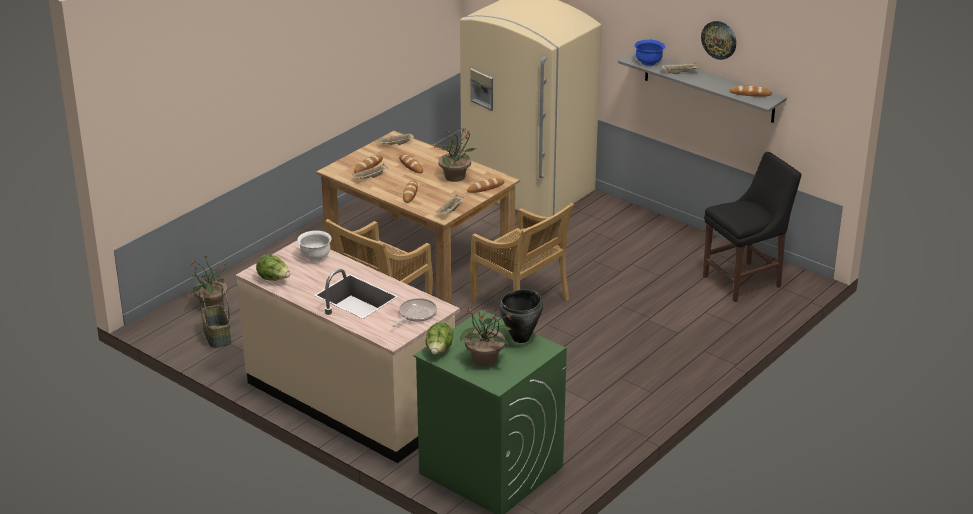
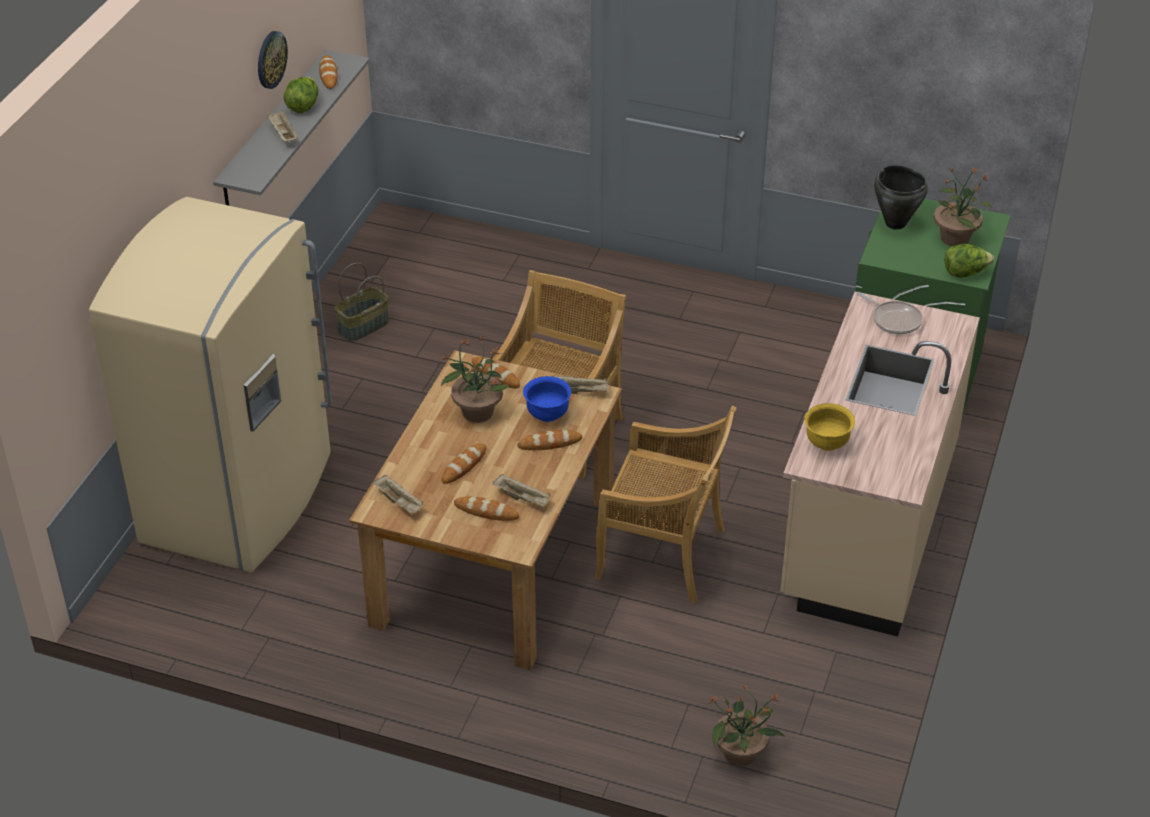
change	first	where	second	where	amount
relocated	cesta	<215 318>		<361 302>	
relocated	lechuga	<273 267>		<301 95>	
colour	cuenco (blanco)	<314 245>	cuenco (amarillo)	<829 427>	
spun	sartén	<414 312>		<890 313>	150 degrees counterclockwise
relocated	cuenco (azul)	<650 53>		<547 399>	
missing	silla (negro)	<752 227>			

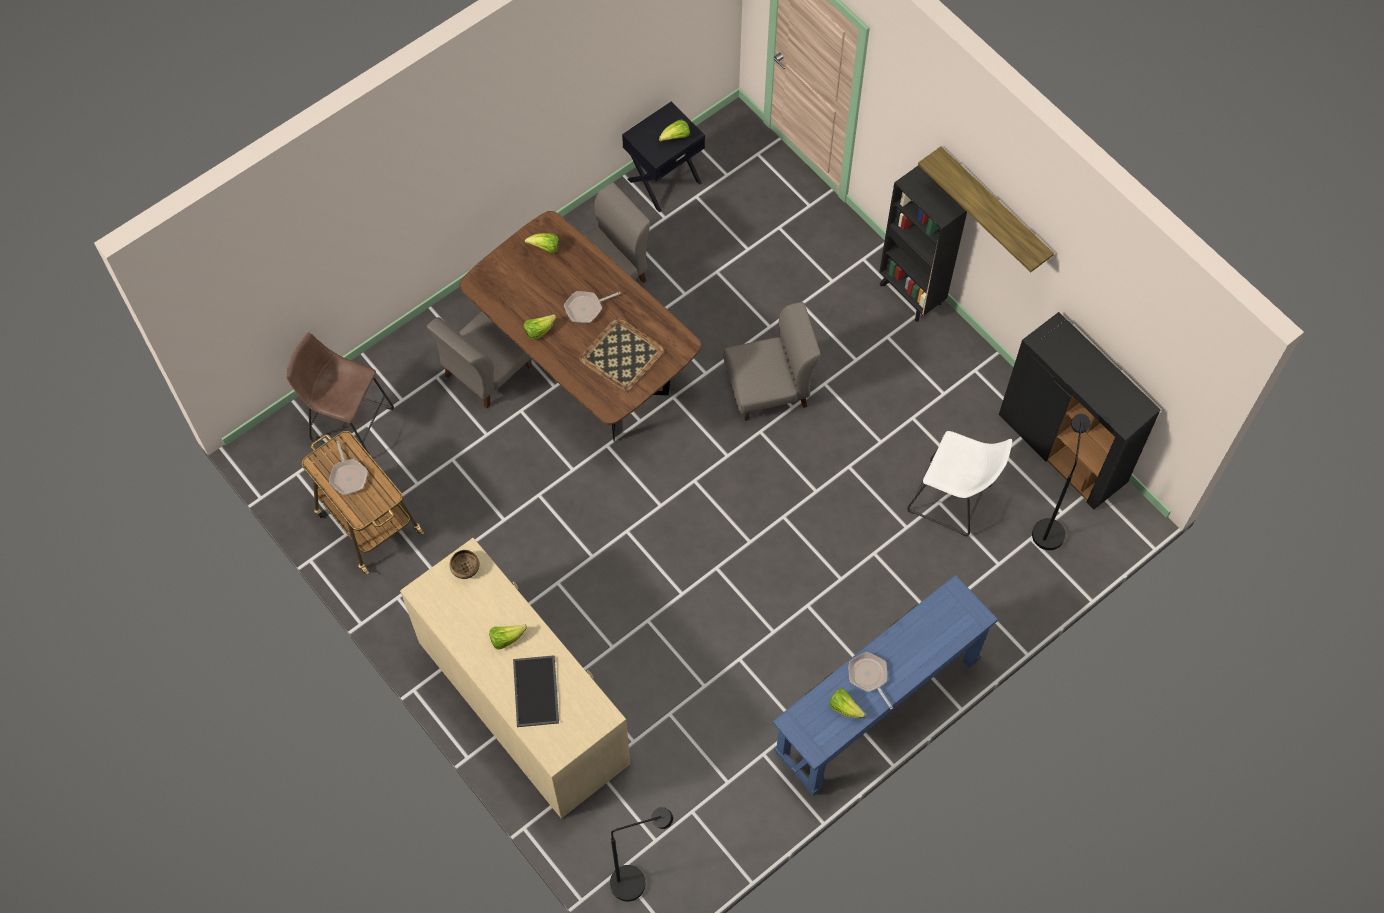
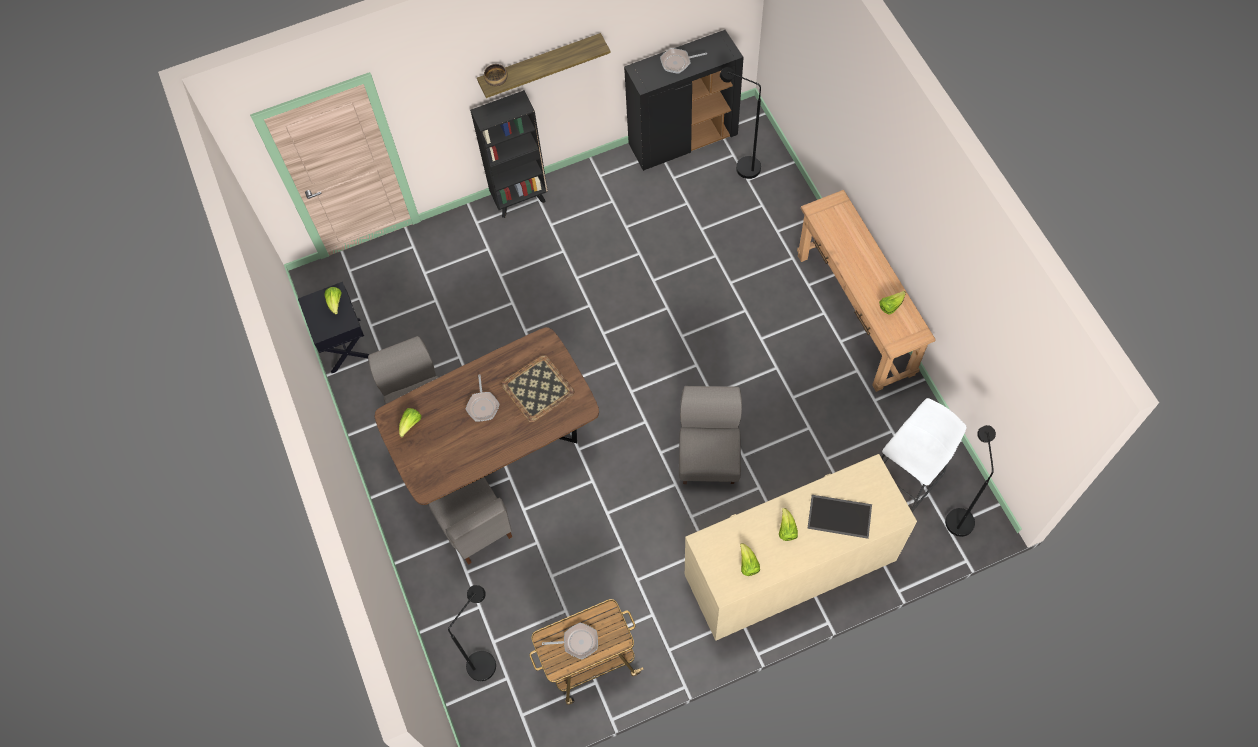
change	first	where	second	where	amount
exchanged	taburete (marrón)	<340 393>	lámpara de pie (negro)	<472 633>	
relocated	cuenco	<465 564>		<496 75>	
relocated	lechuga	<540 327>		<750 559>	
relocated	silla (gris)	<772 361>		<710 435>	
colour	mesa consola (azul)	<885 685>	mesa consola (marrón)	<866 291>	
relocated	sartén	<871 680>		<683 61>	
relocated	taburete (blanco)	<959 484>		<924 455>	

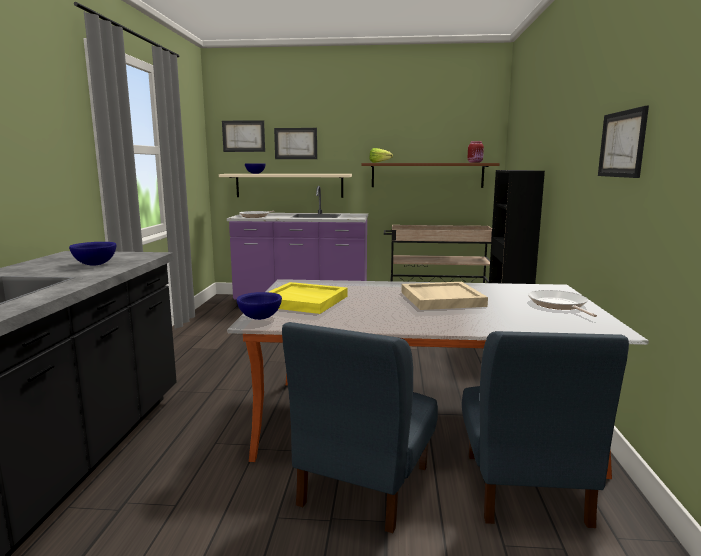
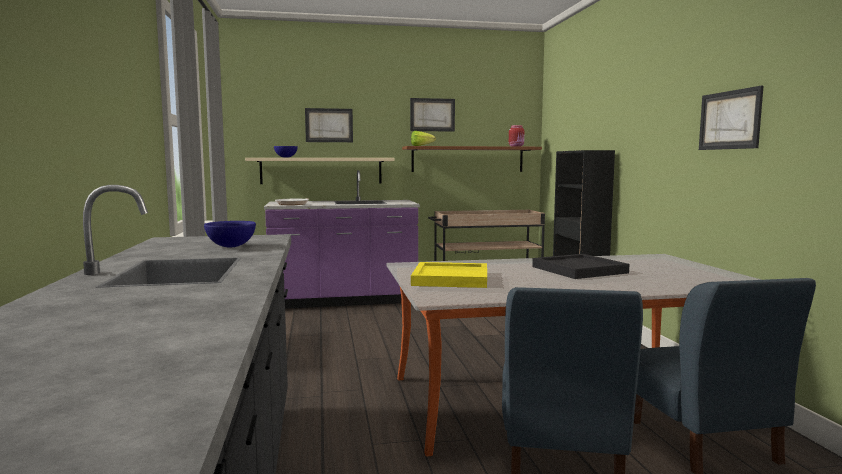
change	first	where	second	where	amount
relocated	cuadro	<243 136>		<432 115>	
missing	cuenco (azul)	<259 306>			
colour	bandeja (beis)	<444 296>	bandeja (negro)	<581 266>	
missing	sartén	<562 303>			

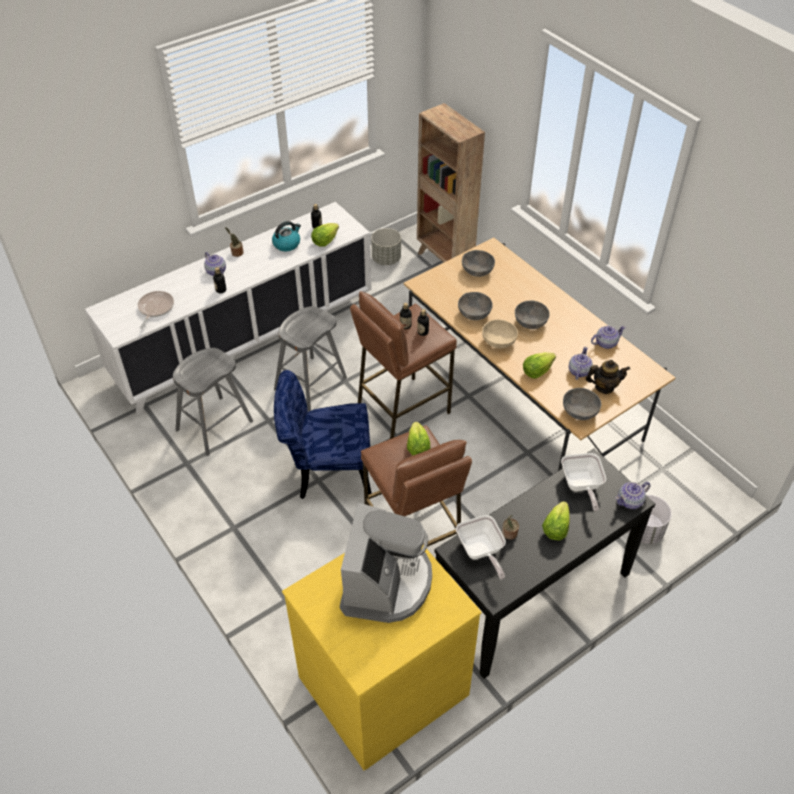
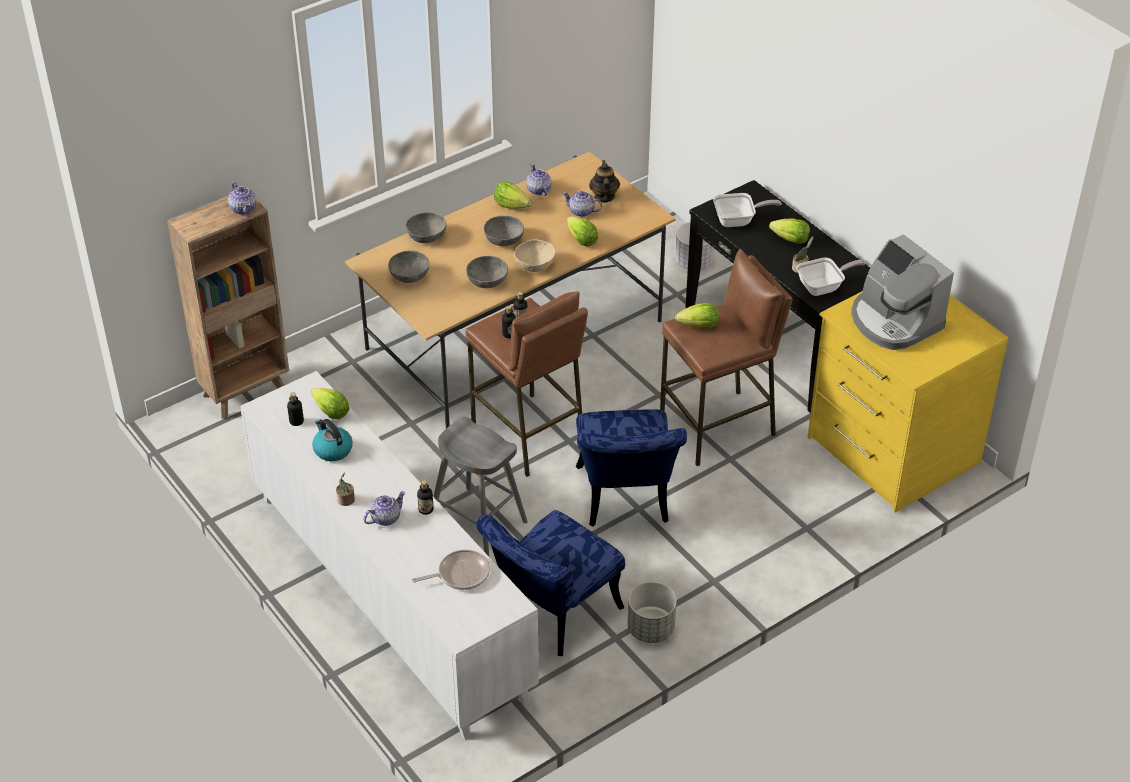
change	first	where	second	where	amount
spun	sartén	<156 310>		<451 570>	150 degrees clockwise
exchanged	taburete (gris)	<213 402>	silla (azul)	<550 583>	
spun	cafetera	<386 562>		<902 292>	135 degrees counterclockwise
relocated	maceta (gris)	<386 246>		<652 612>	
relocated	cuenco (gris)	<582 404>		<426 227>	
relocated	tetera	<632 495>		<242 198>	
appeared			lechuga	<512 195>	

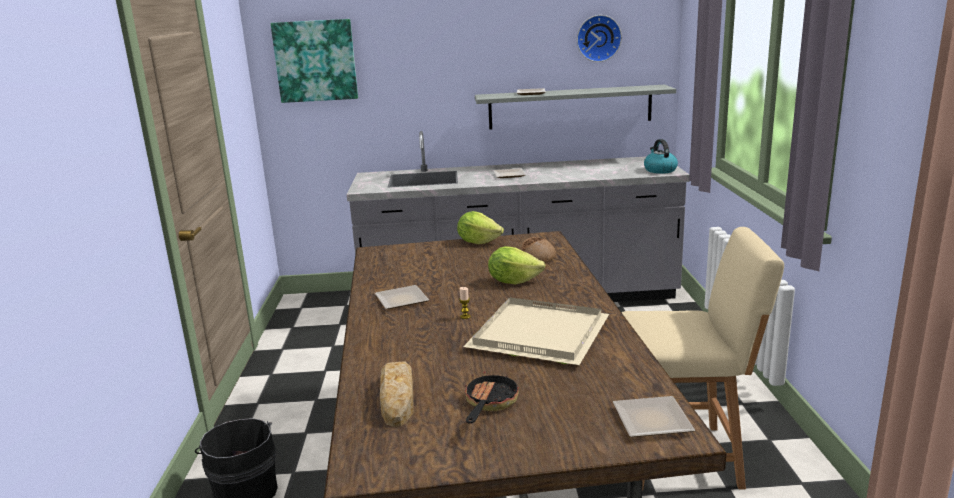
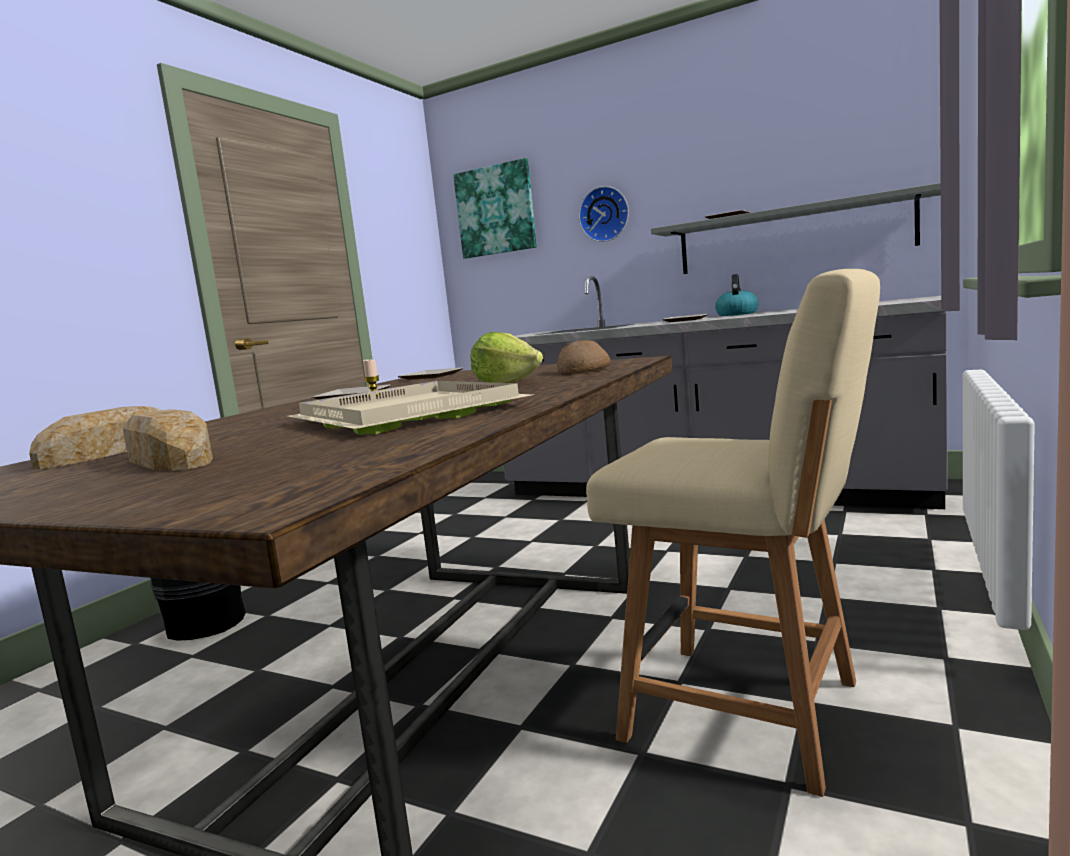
change	first	where	second	where	amount
missing	lechuga	<480 227>			
exchanged	sartén	<492 397>	pan	<168 440>	
relocated	reloj de pared	<599 38>		<604 214>	
relocated	plato	<654 416>		<430 374>	
relocated	hervidor	<661 156>		<737 295>	

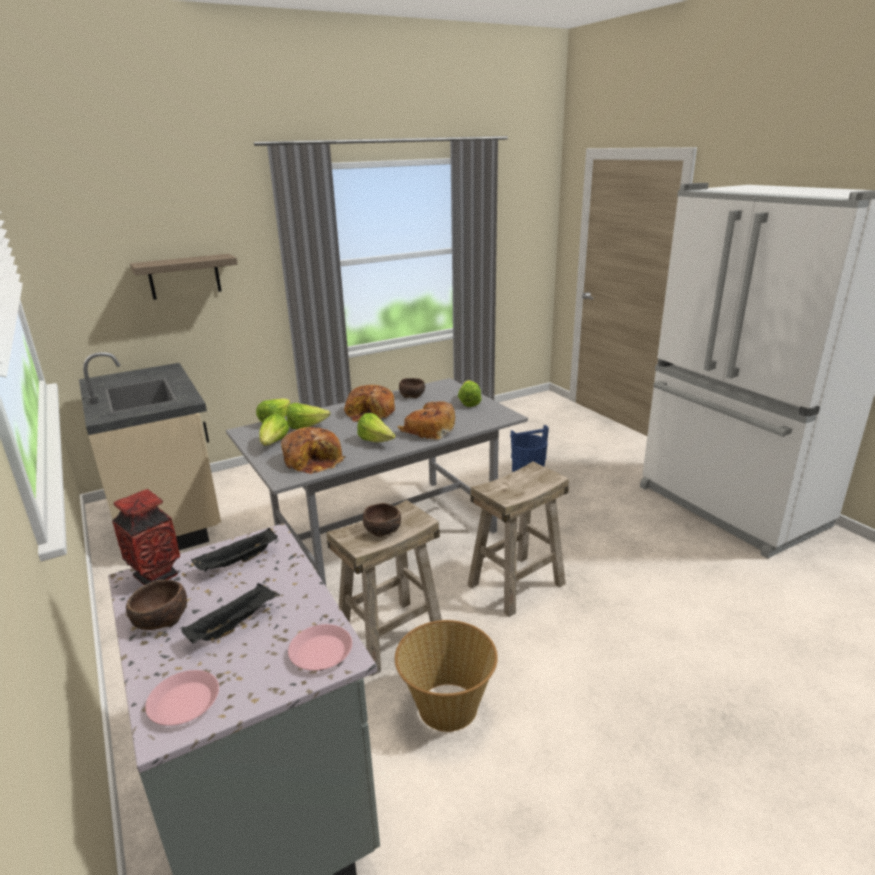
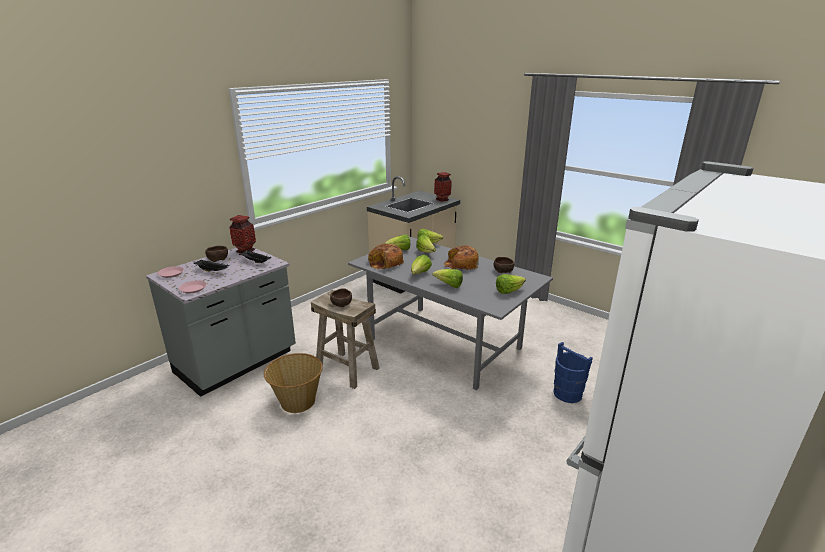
change	first	where	second	where	amount
missing	estante	<184 277>			
exchanged	pan	<426 420>	lechuga	<447 278>	
missing	taburete (beis)	<518 539>			
appeared			florero	<443 187>	

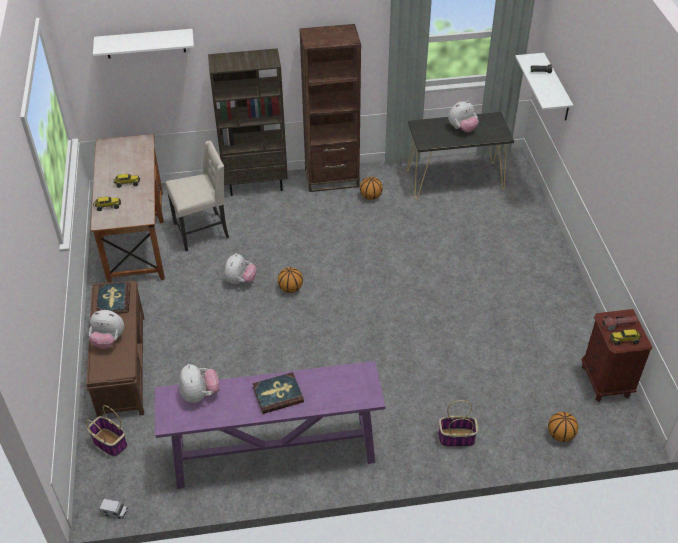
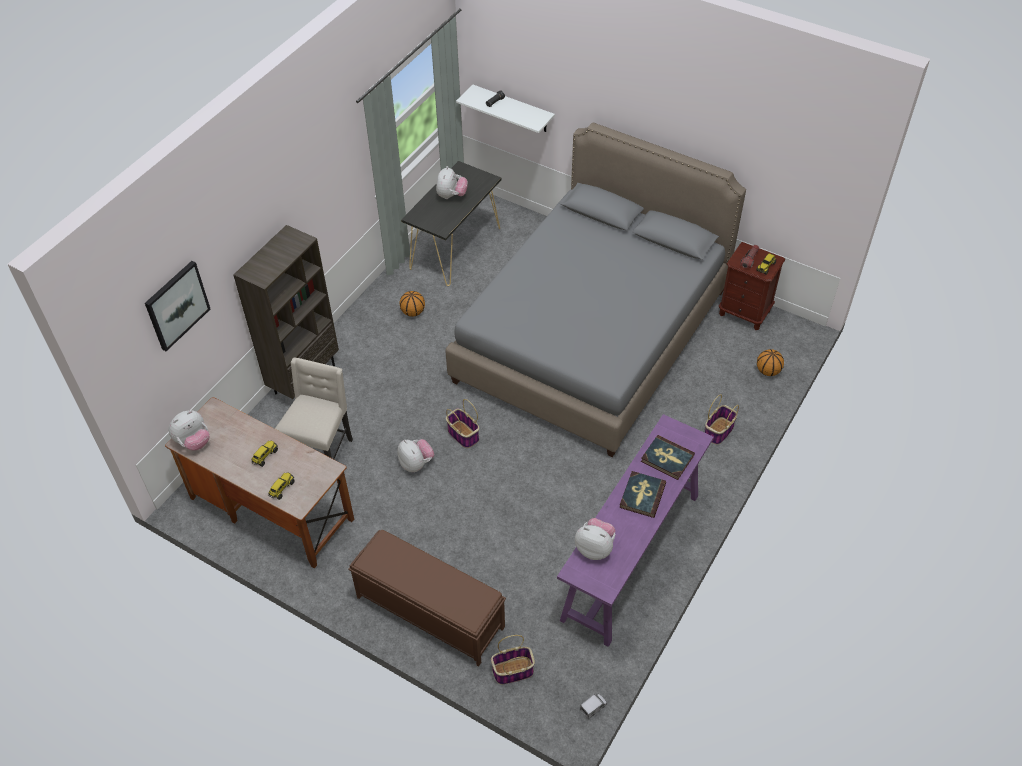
change	first	where	second	where	amount
relocated	peluche	<106 329>		<189 430>	
exchanged	estante (blanco)	<143 44>	cuadro	<177 306>	
relocated	libro	<113 298>		<668 457>	
exchanged	balón de baloncesto	<290 280>	cesta	<462 423>	
missing	estantería (marrón)	<330 108>			
appeared			cama (gris)	<595 289>	

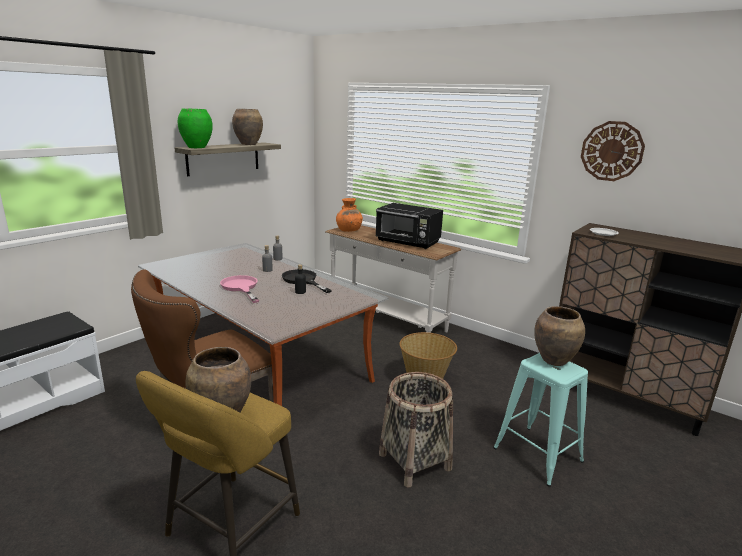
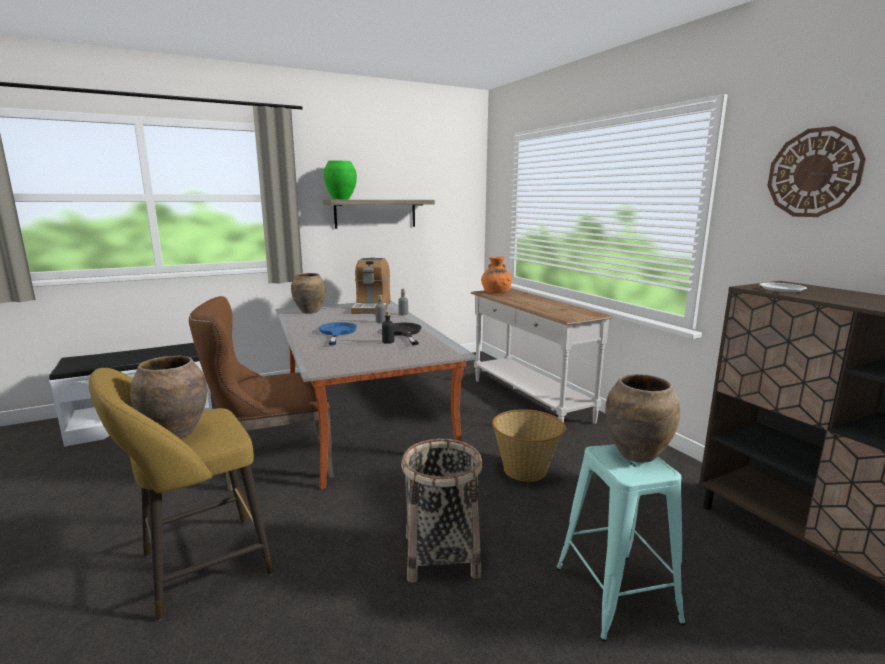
change	first	where	second	where	amount
colour	sartén (rosa)	<239 289>	sartén (azul)	<338 333>	
relocated	florero (marrón)	<247 127>		<308 293>	
missing	microondas (negro)	<409 226>			
appeared			cafetera	<371 285>	

